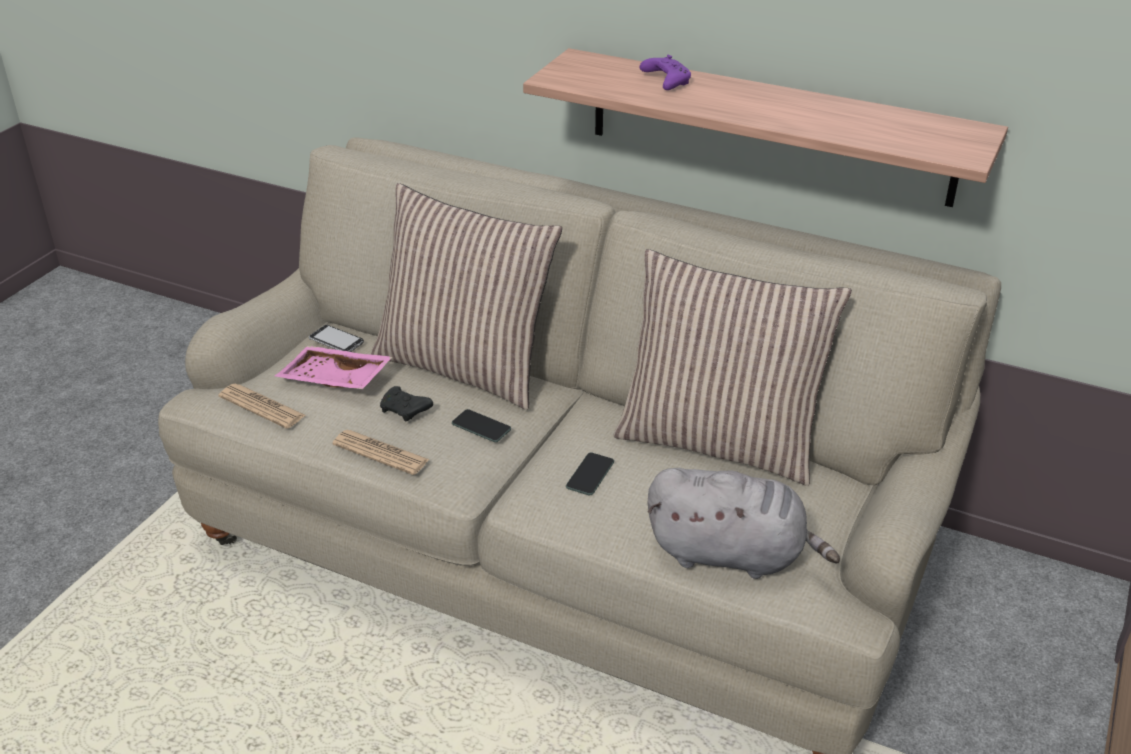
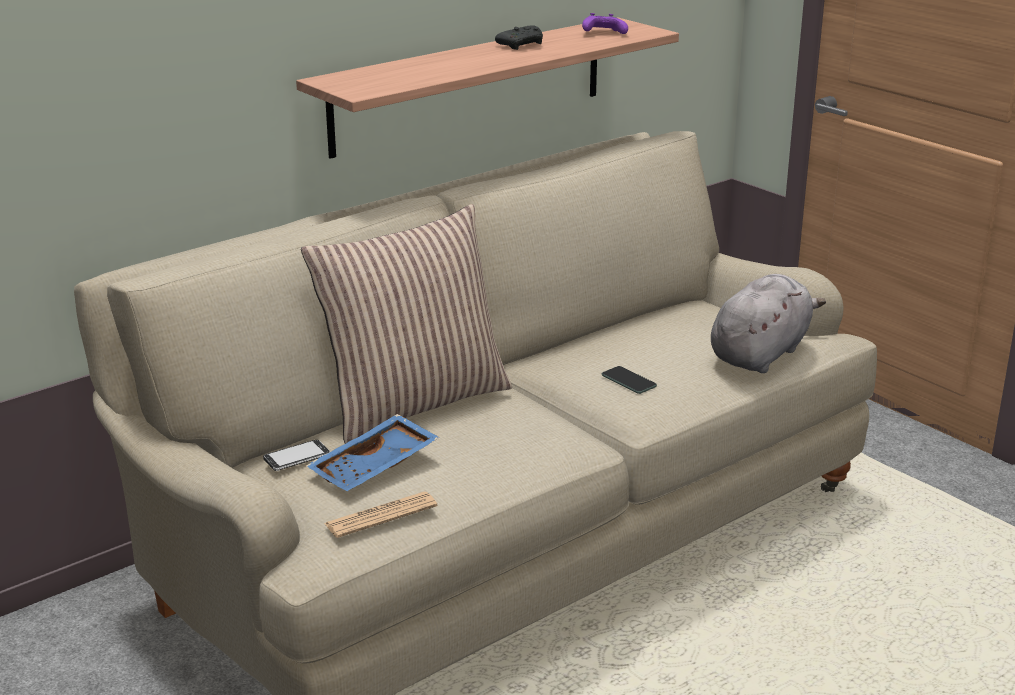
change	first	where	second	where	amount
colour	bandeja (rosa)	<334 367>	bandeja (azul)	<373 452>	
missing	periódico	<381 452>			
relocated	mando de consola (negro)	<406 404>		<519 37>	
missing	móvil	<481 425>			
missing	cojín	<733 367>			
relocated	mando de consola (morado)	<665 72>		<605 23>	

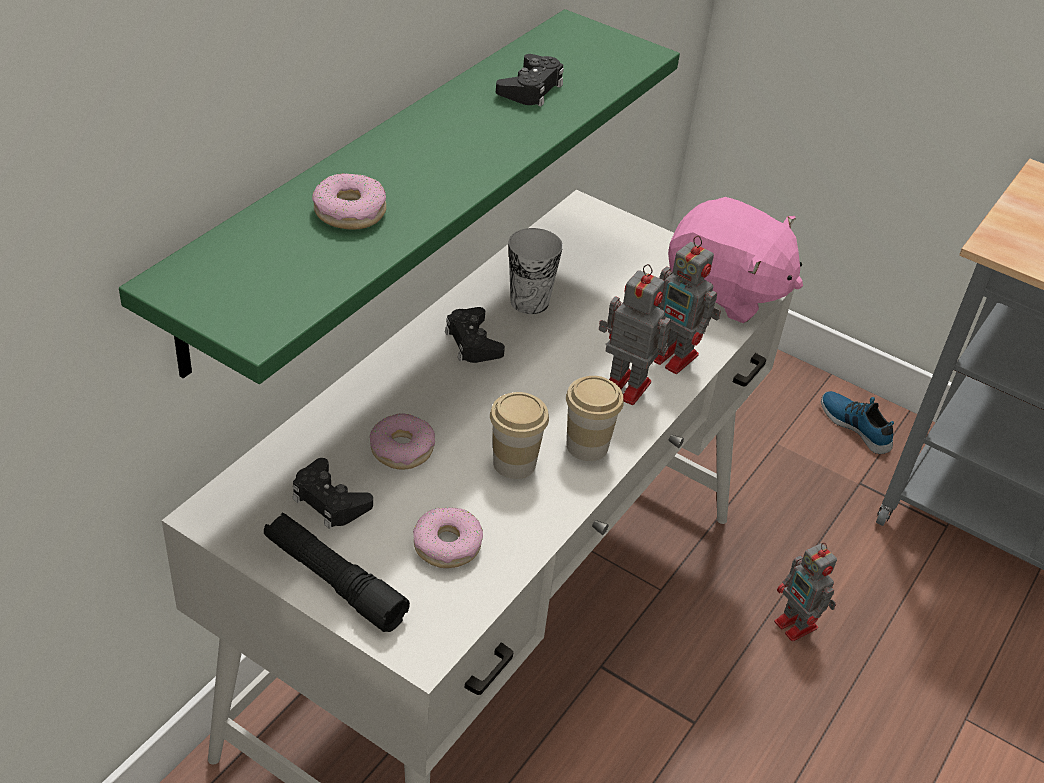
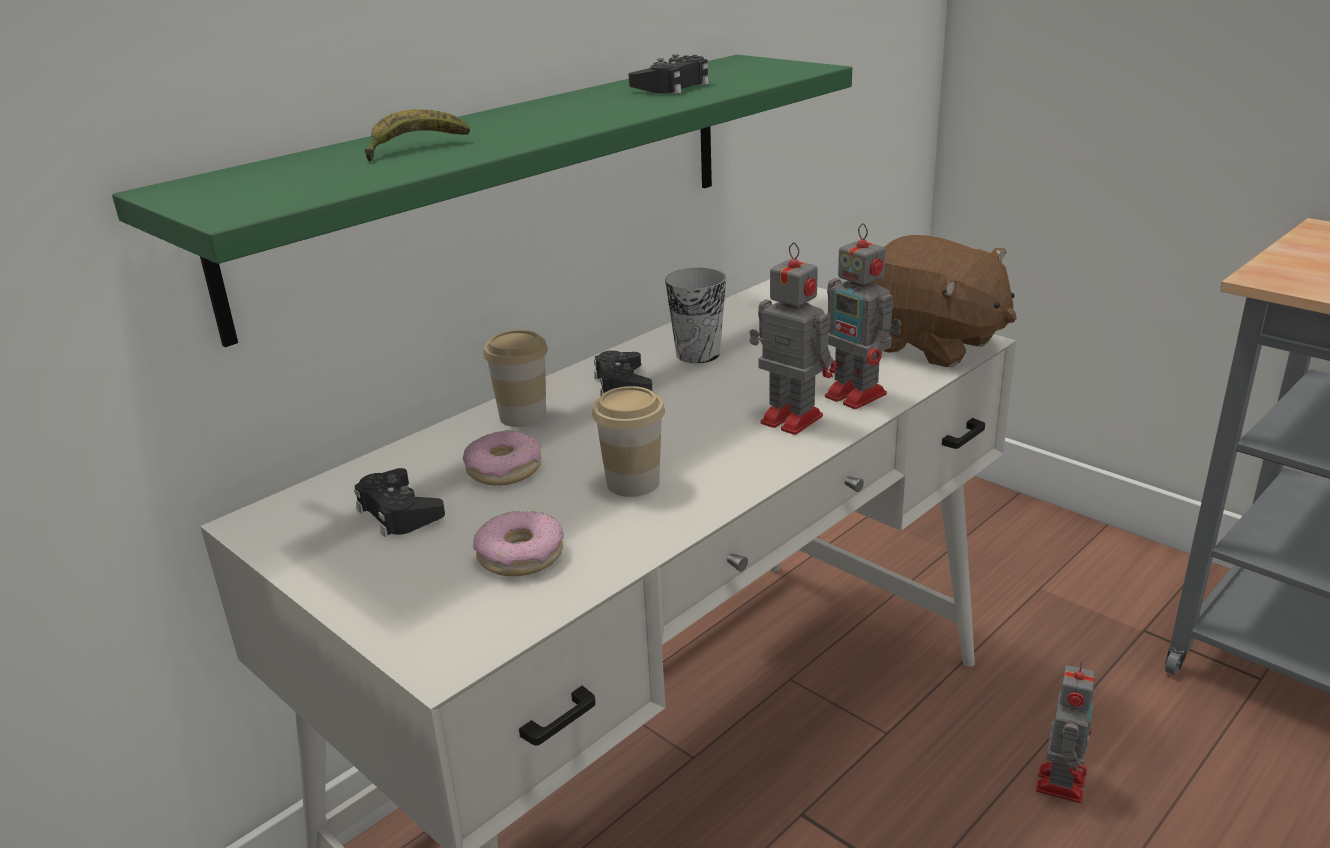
change	first	where	second	where	amount
missing	linterna (negro)	<337 572>			
exchanged	rosquilla	<349 201>	plátano	<417 135>	
relocated	taza	<595 418>		<515 378>	
colour	peluche (rosa)	<735 260>	peluche (marrón)	<944 301>	
spun	robot de juguete	<805 592>		<1065 731>	135 degrees counterclockwise
missing	zapato	<857 422>			

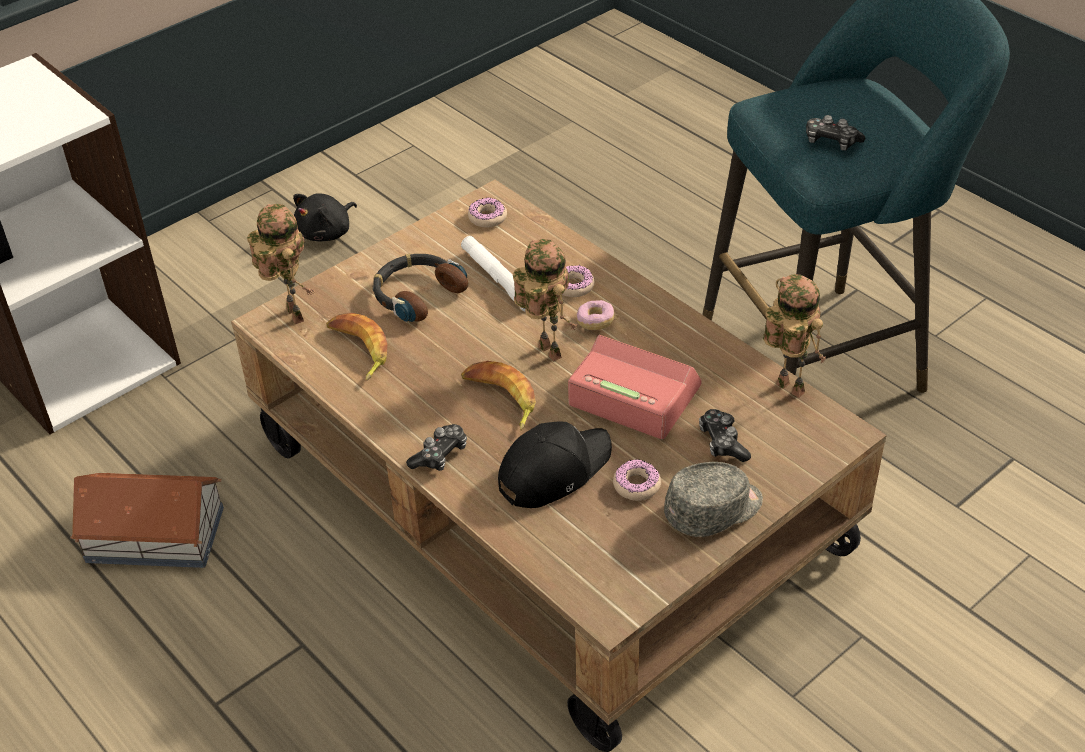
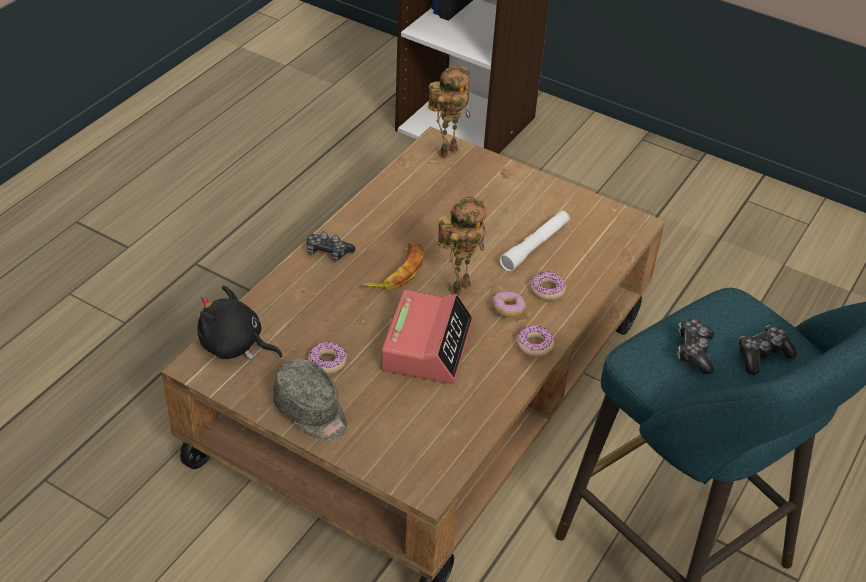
change	first	where	second	where	amount
missing	casita	<147 520>			
relocated	peluche (negro)	<325 217>		<239 322>	
missing	plátano	<356 347>			
missing	auriculares	<420 288>			
relocated	rosquilla	<487 212>		<535 341>	
missing	gorra (negro)	<555 464>			
relocated	mando de consola	<725 435>		<768 350>	
missing	robot de juguete	<794 336>			

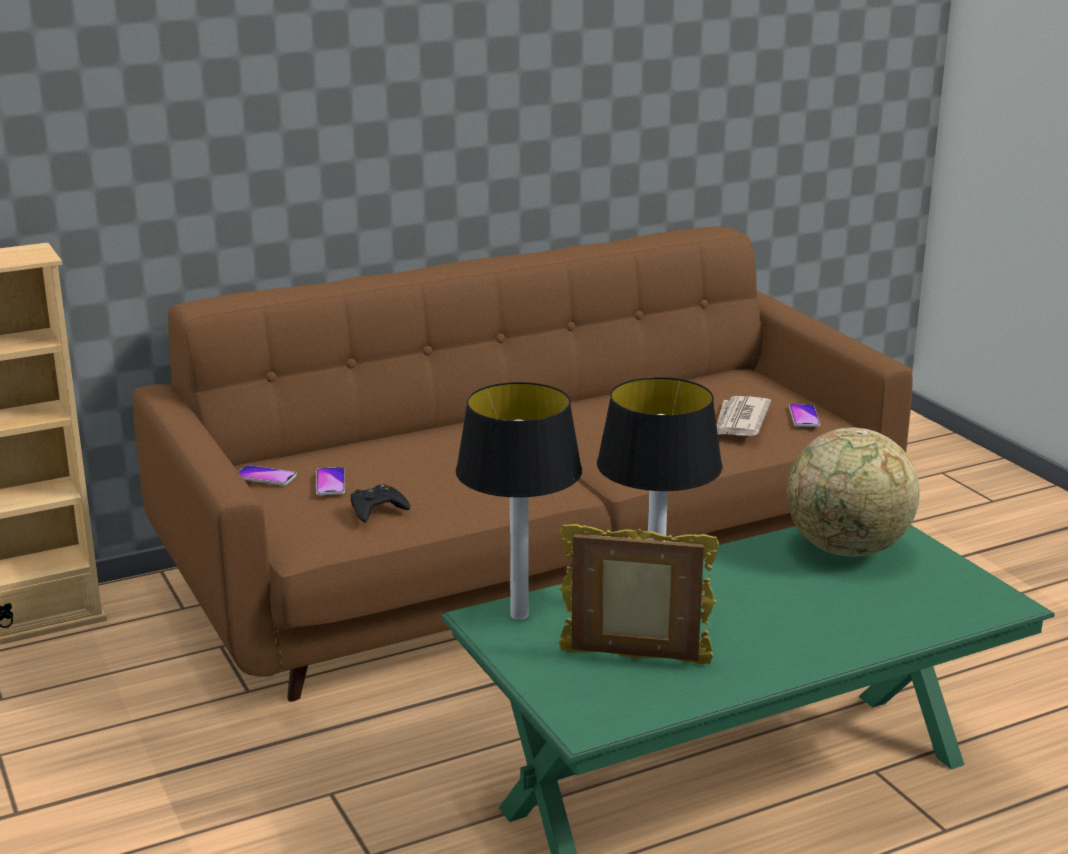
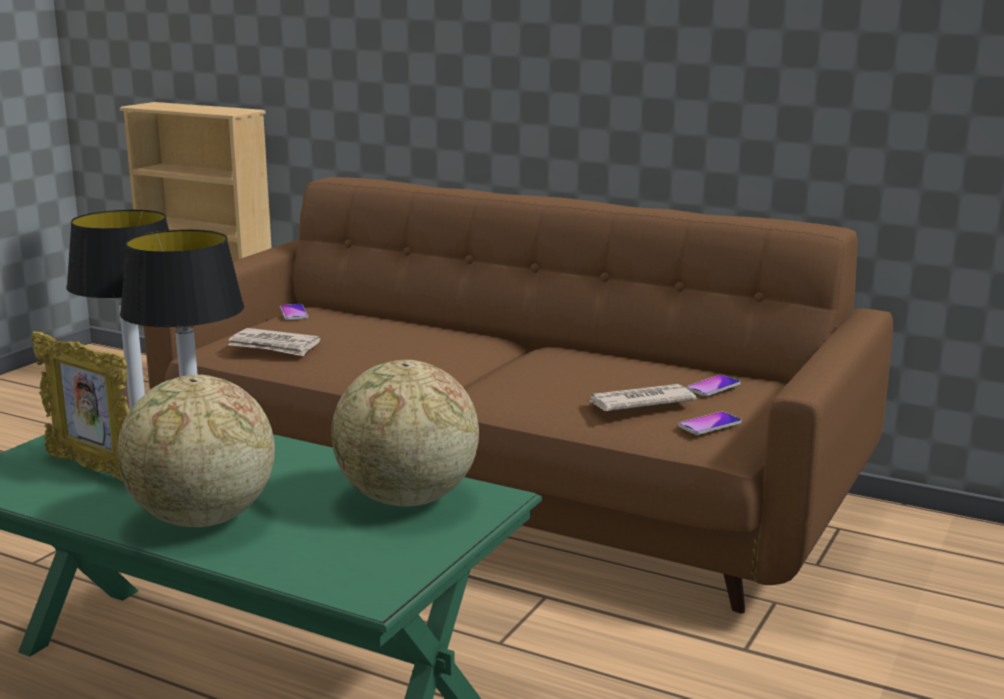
change	first	where	second	where	amount
relocated	móvil	<330 481>		<713 385>	
exchanged	mando de consola (negro)	<380 503>	periódico	<274 342>	
spun	portarretratos	<639 594>		<80 406>	150 degrees clockwise
appeared			globo terráqueo	<196 451>	

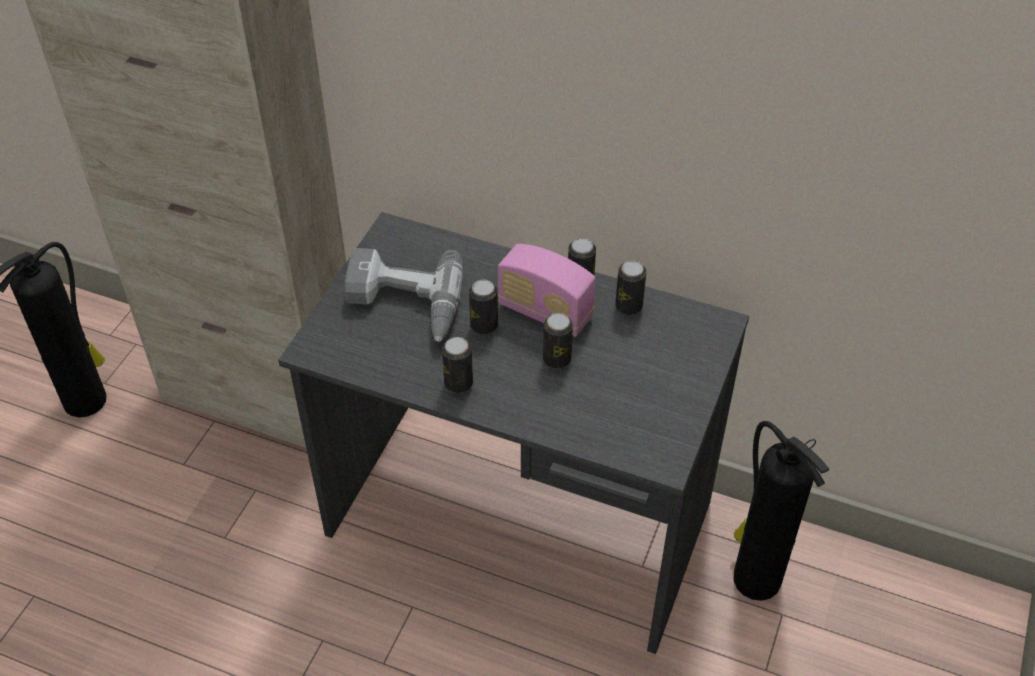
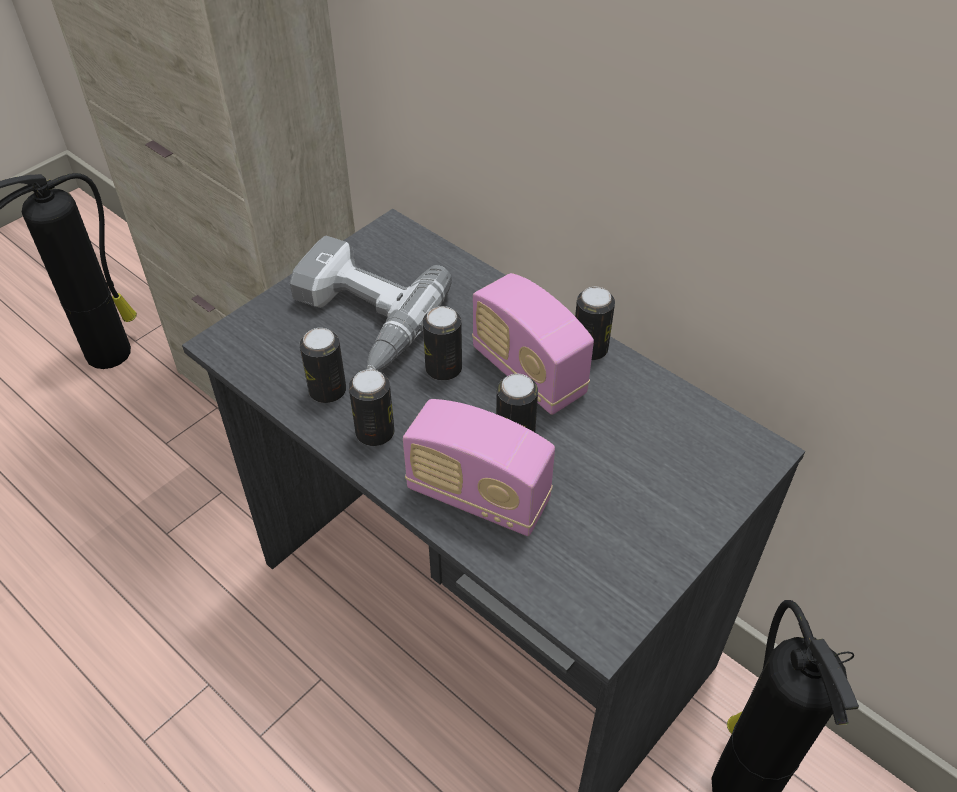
change	first	where	second	where	amount
relocated	lata	<630 288>		<323 365>	
appeared			radio	<479 467>	

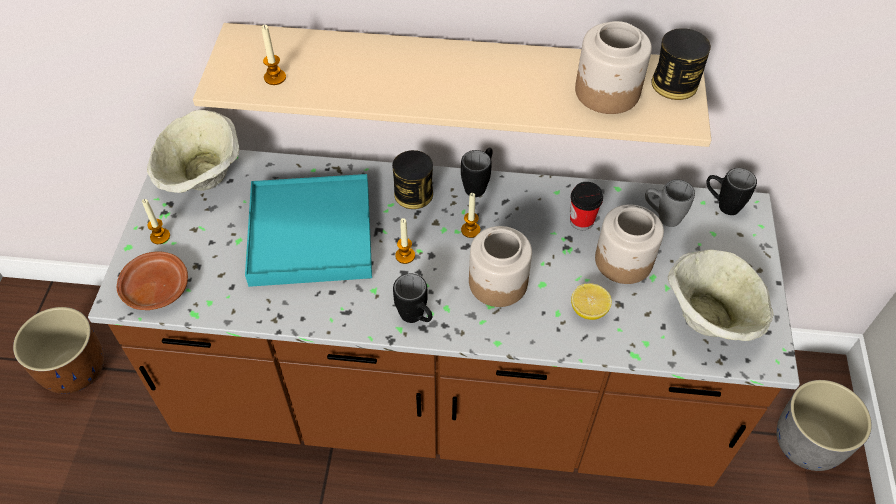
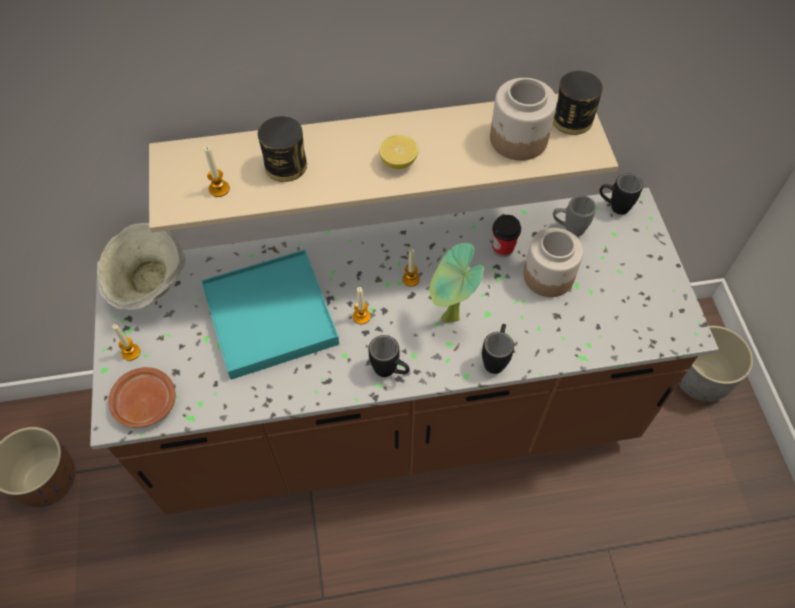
change	first	where	second	where	amount
relocated	lata	<412 179>		<282 149>	
relocated	taza grande (negro)	<477 172>		<498 349>	
exchanged	tarro	<500 266>	planta en maceta	<456 283>	
relocated	limón	<591 301>		<398 152>	
missing	cuenco (beis)	<720 295>			

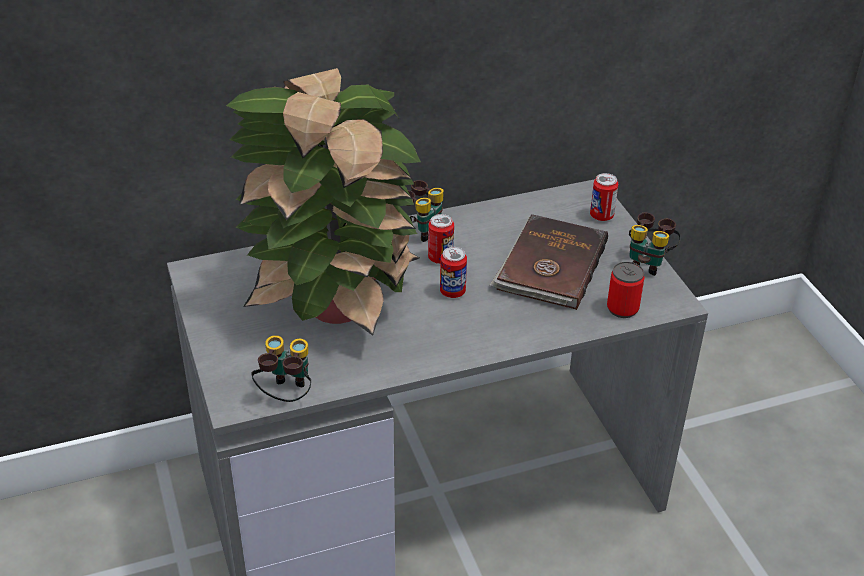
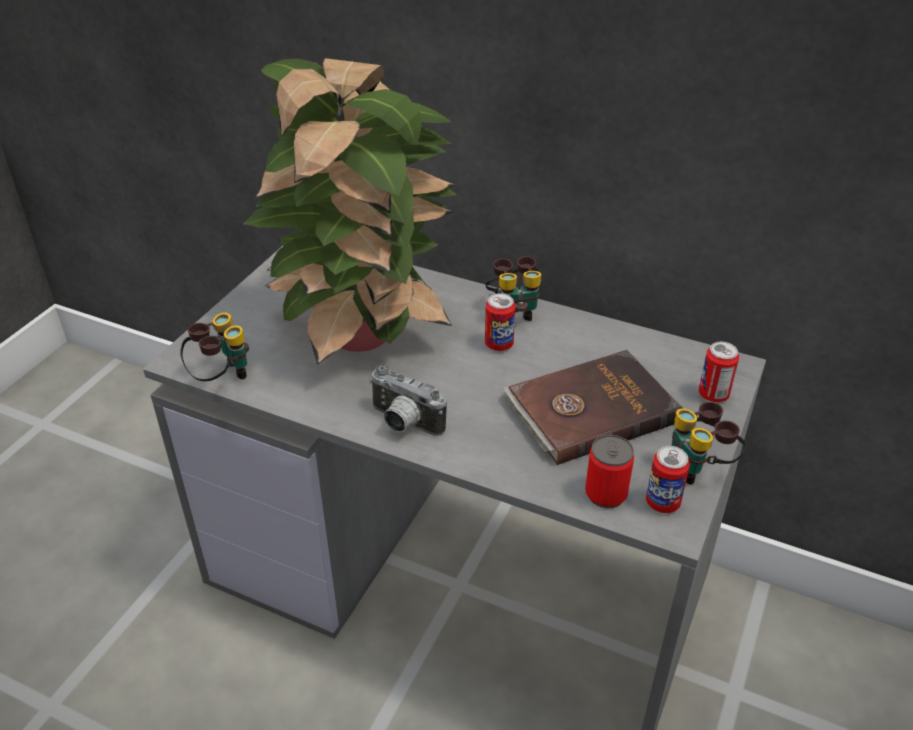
change	first	where	second	where	amount
relocated	lata	<453 272>		<668 479>	
appeared			cámara	<408 400>	

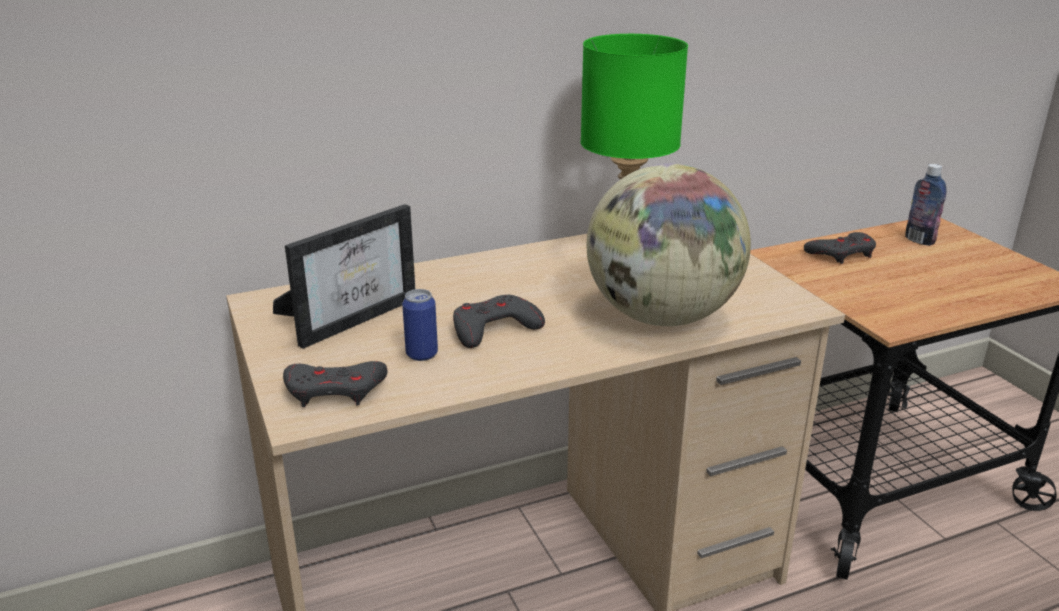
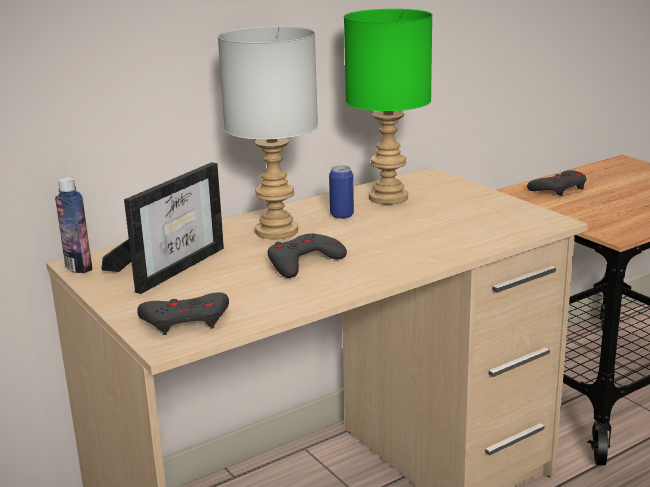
change	first	where	second	where	amount
relocated	lata	<420 325>		<341 192>	
missing	globo terráqueo	<669 245>			
relocated	botella	<925 205>		<73 225>	
appeared			lámpara de mesa (gris)	<268 132>	

